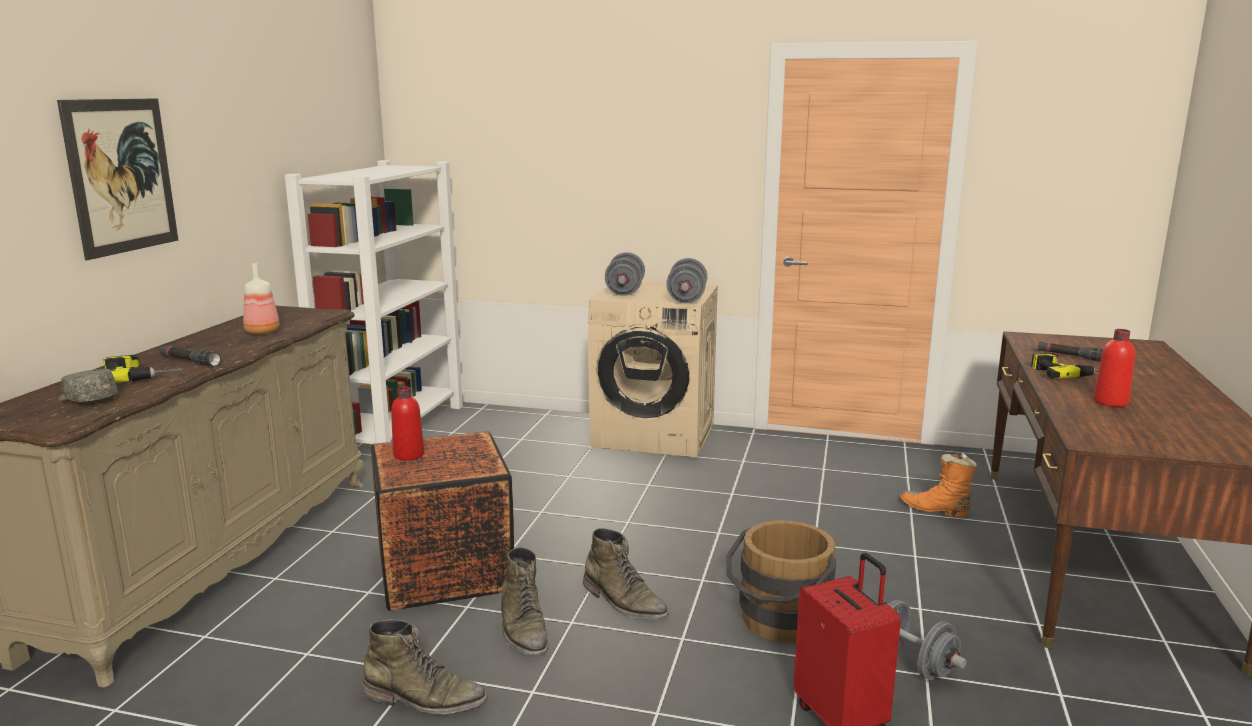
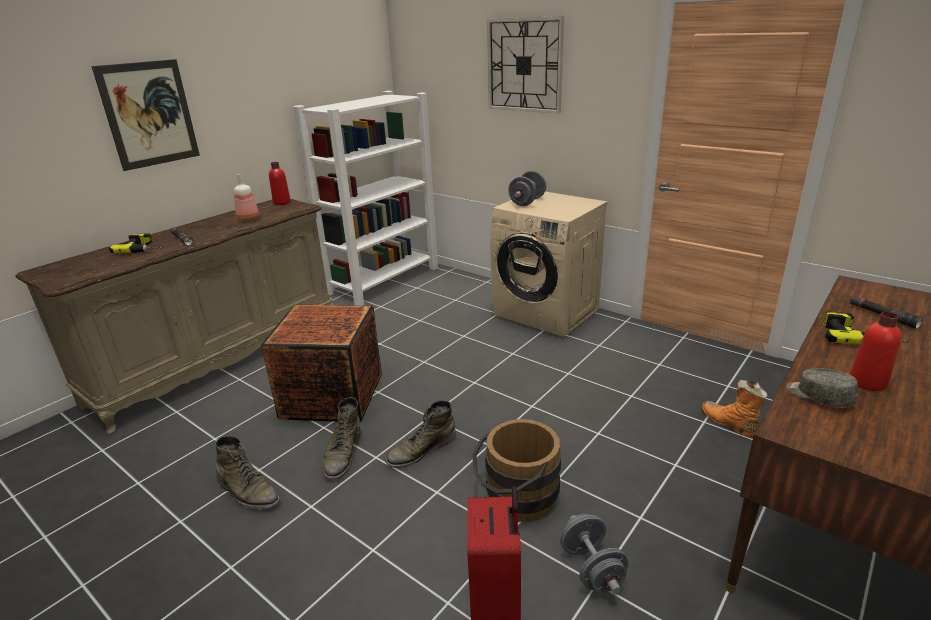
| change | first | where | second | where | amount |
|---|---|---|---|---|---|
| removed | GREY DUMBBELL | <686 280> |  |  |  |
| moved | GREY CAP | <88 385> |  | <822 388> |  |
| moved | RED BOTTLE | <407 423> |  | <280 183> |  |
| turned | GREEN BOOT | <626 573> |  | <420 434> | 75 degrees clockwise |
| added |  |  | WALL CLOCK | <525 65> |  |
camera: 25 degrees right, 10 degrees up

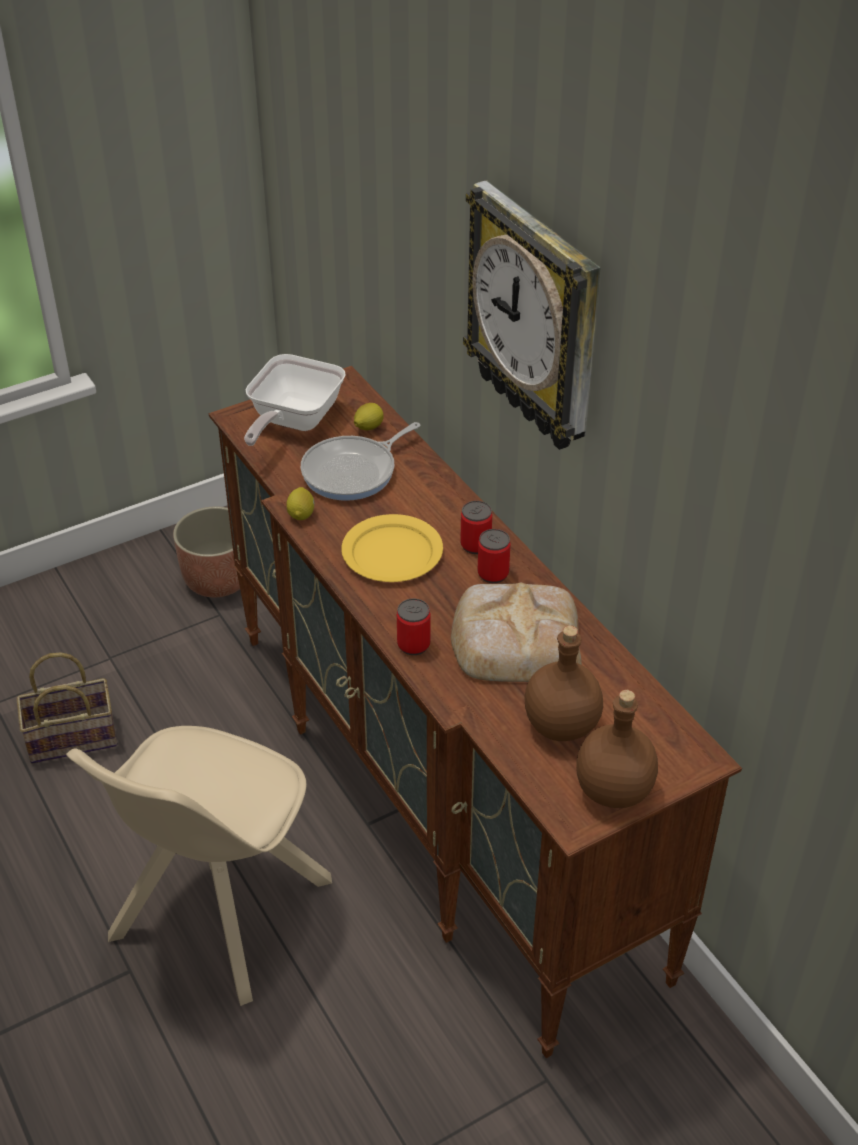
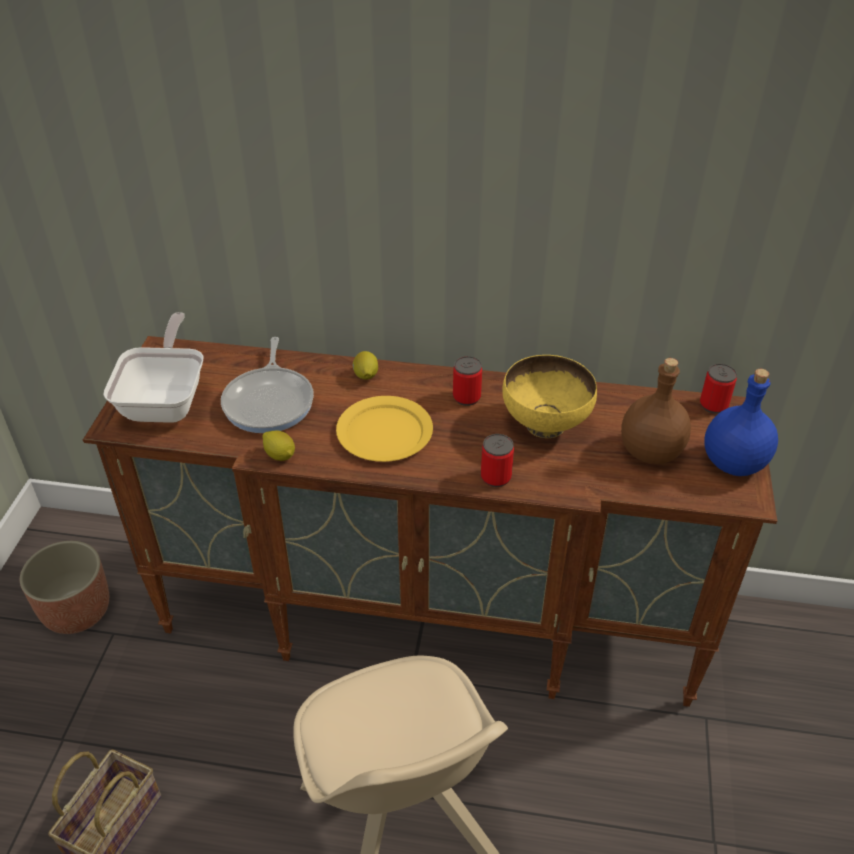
| change | first | where | second | where | amount |
|---|---|---|---|---|---|
| removed | WALL CLOCK | <532 315> |  |  |  |
| turned | FRYING PAN | <295 400> |  | <153 367> | 150 degrees counterclockwise |
| moved | LEMON | <369 416> |  | <365 365> |  |
| moved | CAN | <476 527> |  | <718 389> |  |
| replaced | BREAD | <516 632> | YELLOW BOWL | <549 396> |  |
| recoloured | BROWN BOTTLE | <617 749> | BLUE BOTTLE | <741 422> |  |
camera: 50 degrees left, 0 degrees up

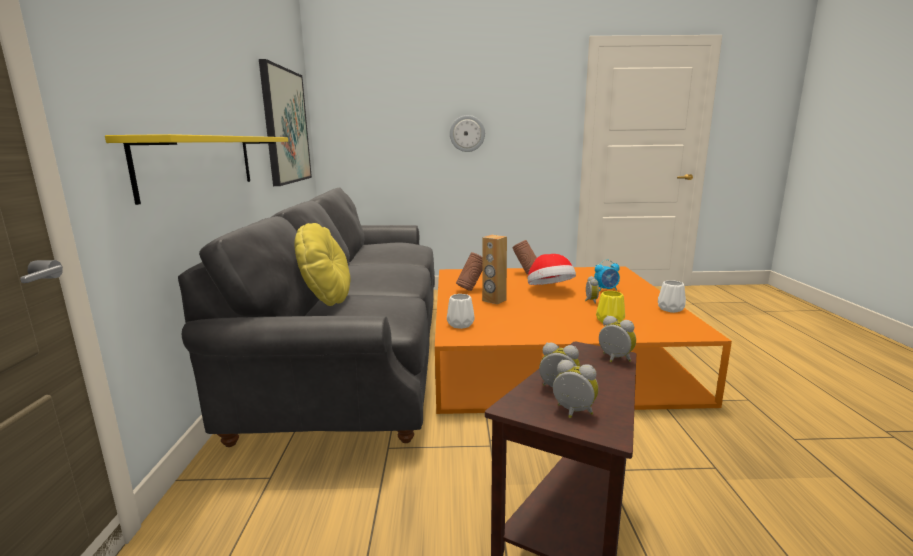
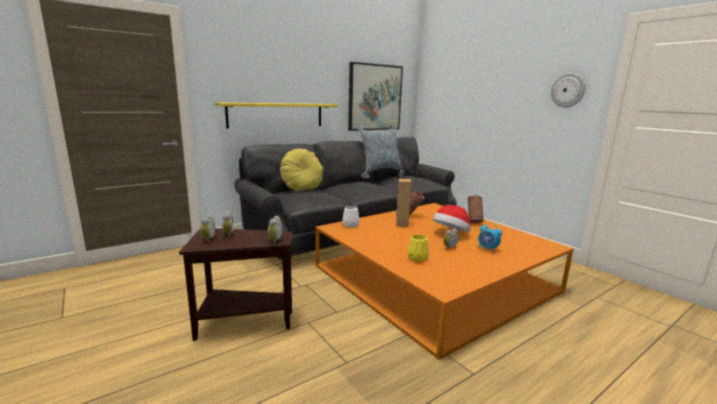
| change | first | where | second | where | amount |
|---|---|---|---|---|---|
| moved | WALL CLOCK | <467 133> |  | <568 90> |  |
| removed | WHITE VASE | <672 296> |  |  |  |
| added |  |  | PILLOW | <380 151> |  |
camera: 55 degrees right, 0 degrees up

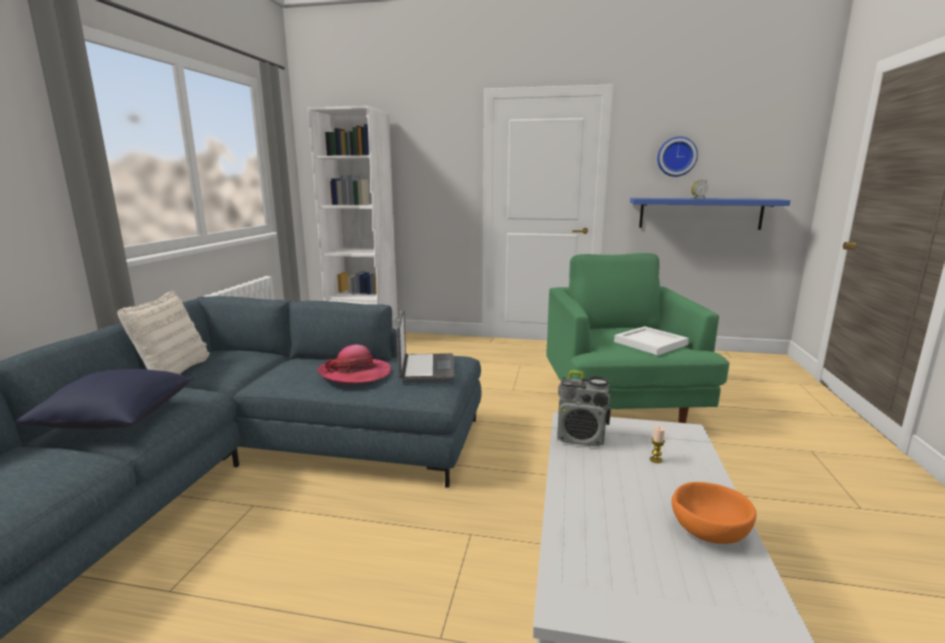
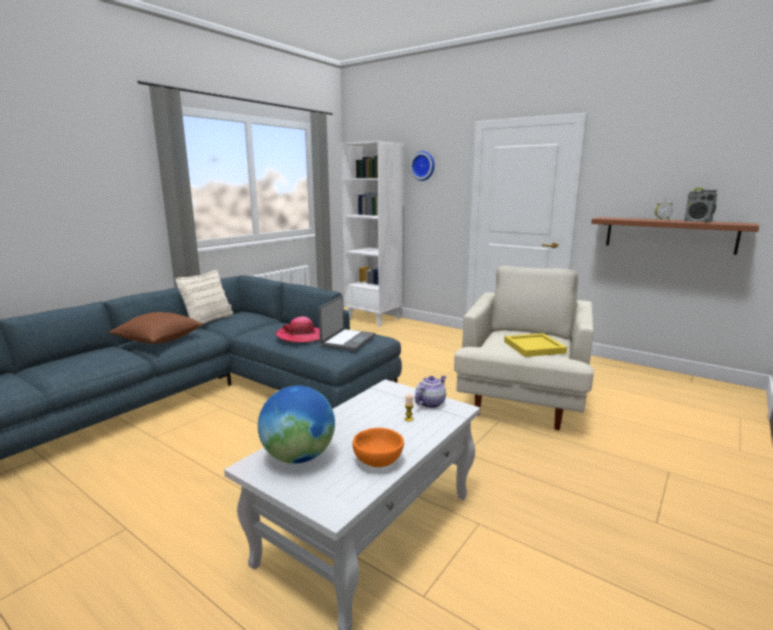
| change | first | where | second | where | amount |
|---|---|---|---|---|---|
| moved | WALL CLOCK | <677 157> |  | <422 166> |  |
| recoloured | BLUE SHELF | <710 214> | BROWN SHELF | <675 236> |  |
| recoloured | GREEN ARMCHAIR | <637 338> | BEIGE ARMCHAIR | <524 348> |  |
| recoloured | WHITE TRAY | <651 340> | YELLOW TRAY | <535 345> |  |
| recoloured | BLUE PILLOW | <104 399> | BROWN PILLOW | <156 328> |  |
| moved | RADIO | <584 408> |  | <700 205> |  |
| added |  |  | TEAPOT | <430 392> |  |
| added |  |  | GLOBE | <296 425> |  |
camera: 25 degrees right, 0 degrees up

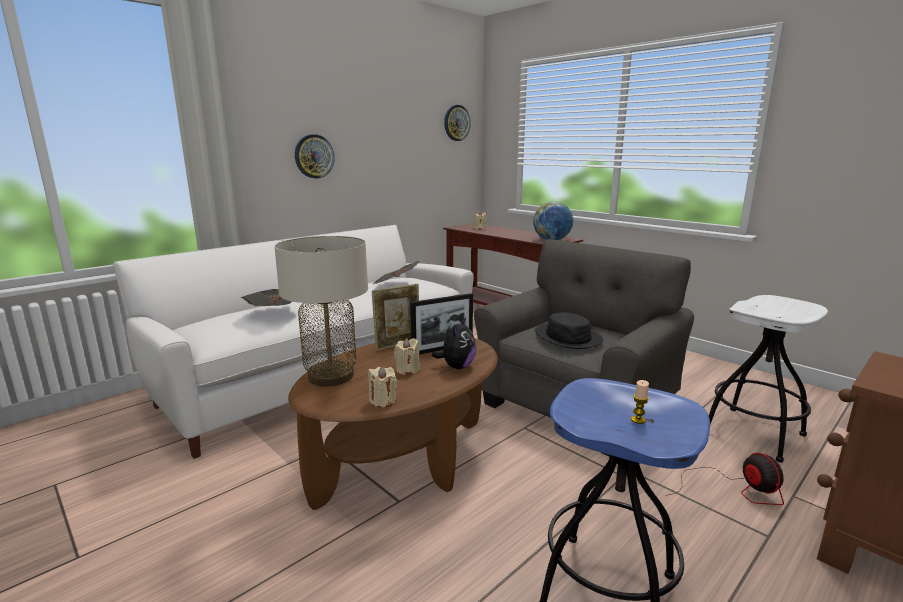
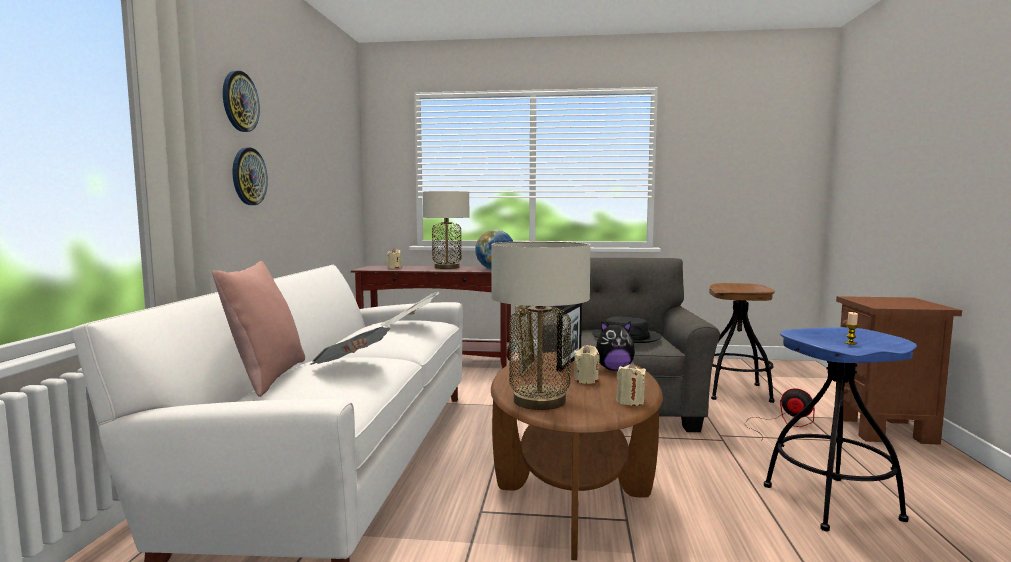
| change | first | where | second | where | amount |
|---|---|---|---|---|---|
| moved | WALL CLOCK | <457 123> |  | <241 101> |  |
| recoloured | WHITE STOOL | <768 378> | BROWN STOOL | <742 343> |  |
| turned | PLUSH TOY | <453 343> |  | <615 345> | 105 degrees clockwise |
| added |  |  | TABLE LAMP | <446 230> |  |
| added |  |  | PINK PILLOW | <258 329> |  |
camera: 40 degrees left, 10 degrees down

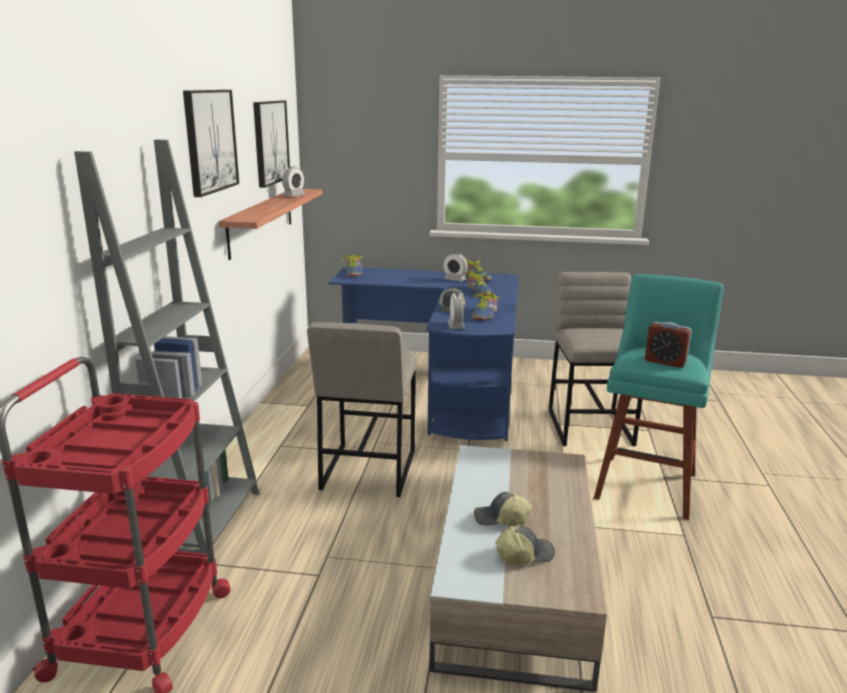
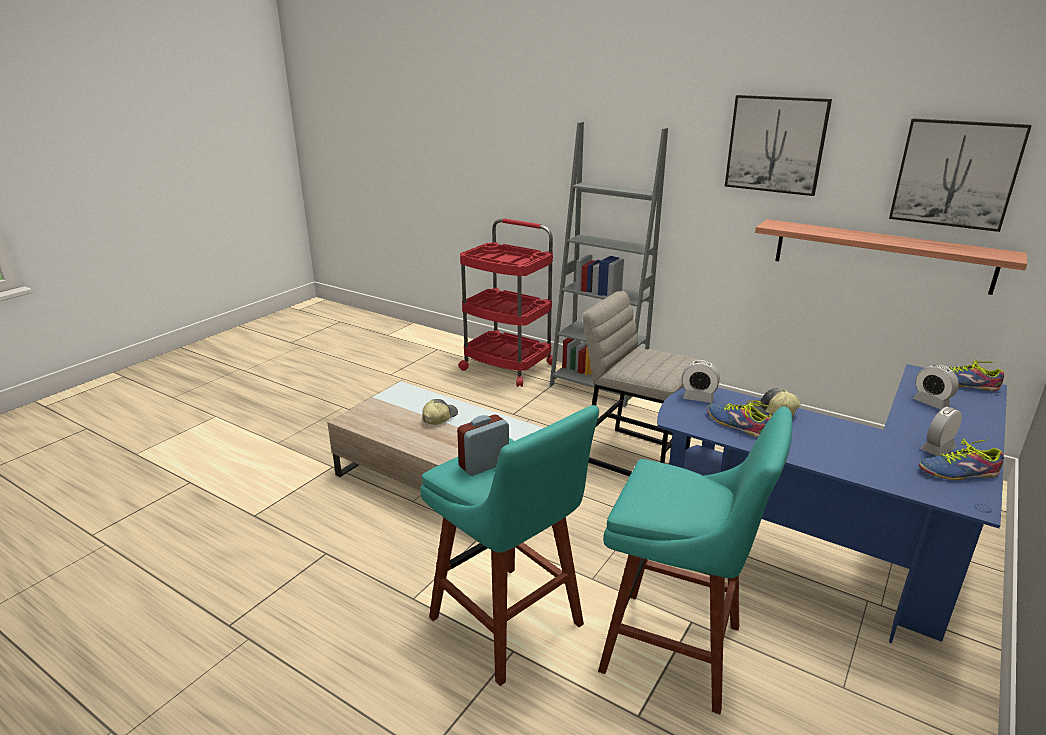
| change | first | where | second | where | amount |
|---|---|---|---|---|---|
| moved | ALARM CLOCK | <293 182> |  | <936 387> |  |
| removed | SHOE | <478 283> |  |  |  |
| replaced | GREY CHAIR | <595 359> | TURQUOISE STOOL | <695 560> |  |
| removed | CAP | <525 545> |  |  |  |
camera: 115 degrees right, 5 degrees up

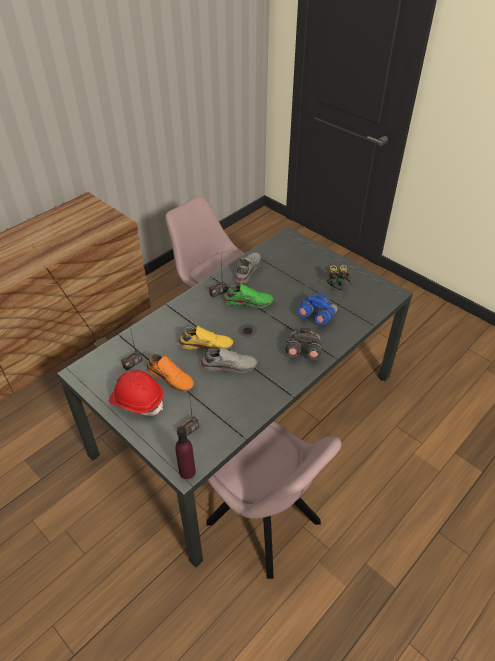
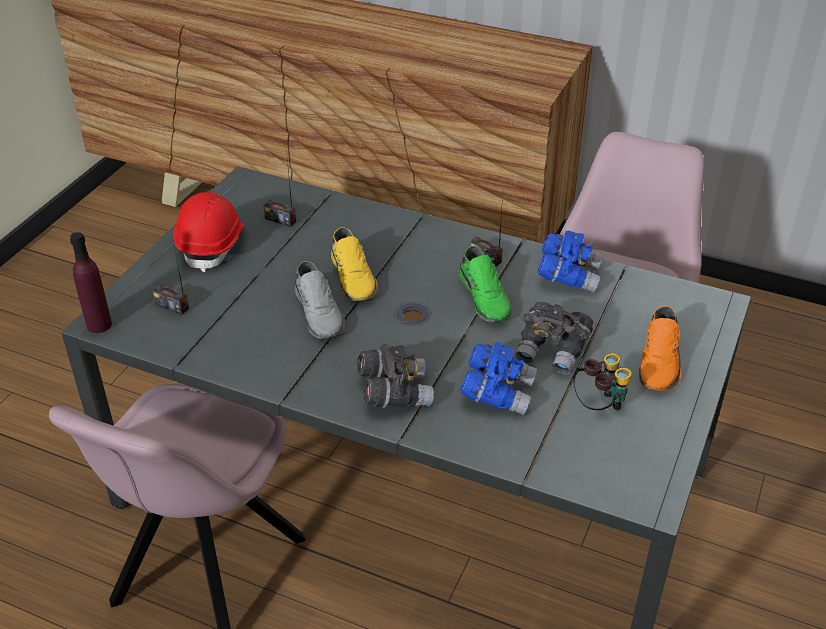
| change | first | where | second | where | amount |
|---|---|---|---|---|---|
| replaced | GREY SHOE | <247 267> | BLUE BINOCULARS | <570 261> |  |
| moved | ORANGE SHOE | <170 372> |  | <660 348> |  |
| added |  |  | GREY BINOCULARS | <554 337> |  |
camera: 70 degrees right, 5 degrees down

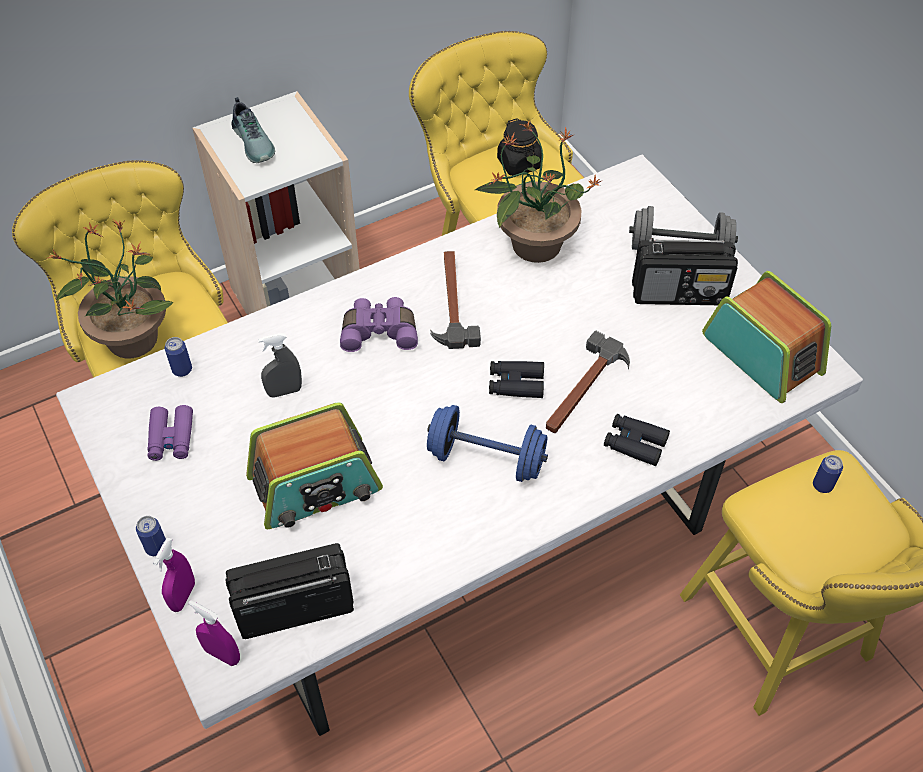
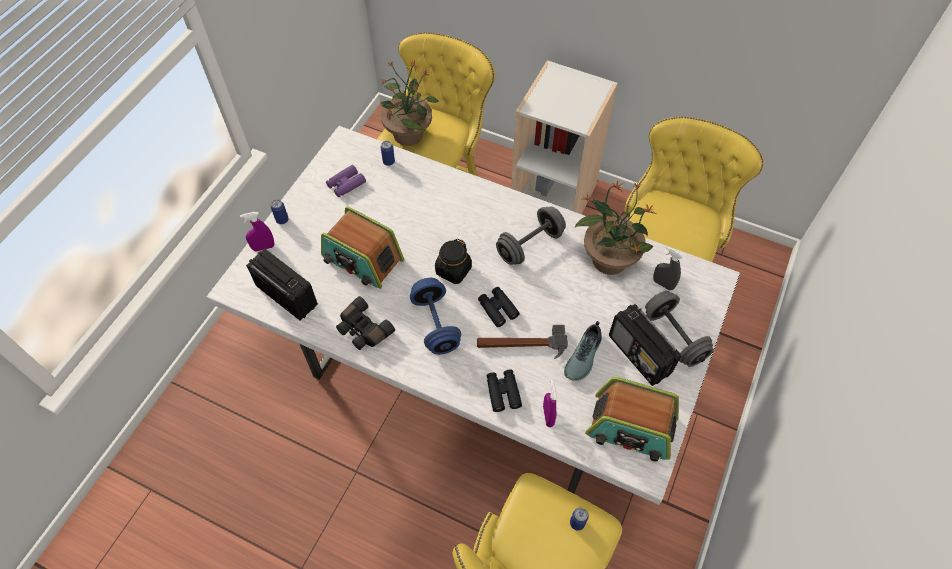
| change | first | where | second | where | amount |
|---|---|---|---|---|---|
| moved | SHOE | <253 130> |  | <583 351> |  |
| moved | BLACK JAR | <519 147> |  | <453 261> |  |
| replaced | HAMMER | <455 300> | GREY DUMBBELL | <531 236> |  |
| turned | RADIO | <766 337> |  | <632 419> | 90 degrees clockwise |
| removed | PURPLE BINOCULARS | <379 324> |  |  |  |
| moved | GREY SPRAY BOTTLE | <280 365> |  | <668 268> |  |
| moved | PURPLE SPRAY BOTTLE | <214 633> |  | <550 403> |  |
| added |  |  | BLACK BINOCULARS | <365 323> |  |
camera: 55 degrees right, 5 degrees up

